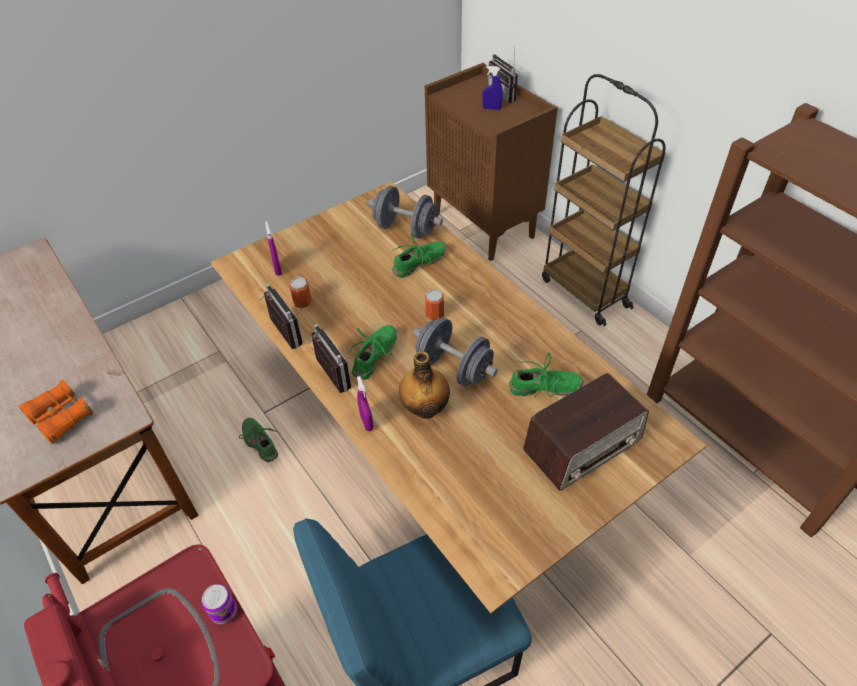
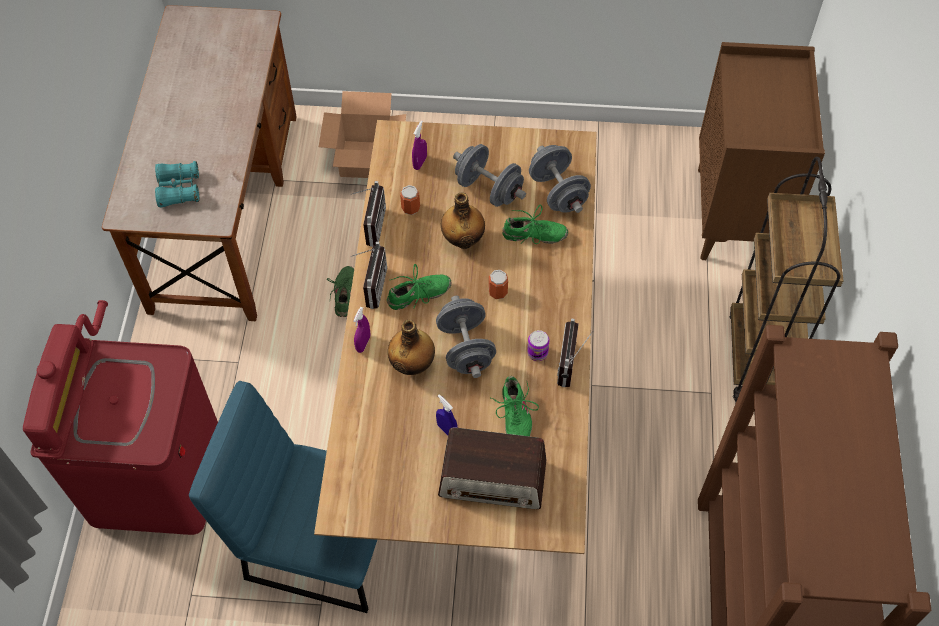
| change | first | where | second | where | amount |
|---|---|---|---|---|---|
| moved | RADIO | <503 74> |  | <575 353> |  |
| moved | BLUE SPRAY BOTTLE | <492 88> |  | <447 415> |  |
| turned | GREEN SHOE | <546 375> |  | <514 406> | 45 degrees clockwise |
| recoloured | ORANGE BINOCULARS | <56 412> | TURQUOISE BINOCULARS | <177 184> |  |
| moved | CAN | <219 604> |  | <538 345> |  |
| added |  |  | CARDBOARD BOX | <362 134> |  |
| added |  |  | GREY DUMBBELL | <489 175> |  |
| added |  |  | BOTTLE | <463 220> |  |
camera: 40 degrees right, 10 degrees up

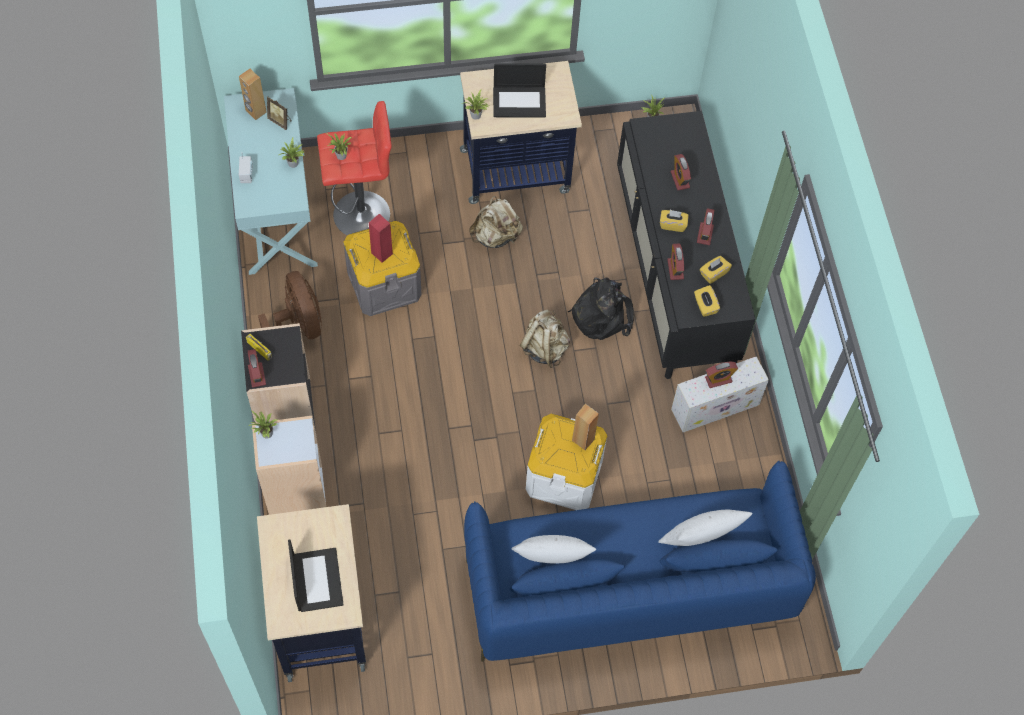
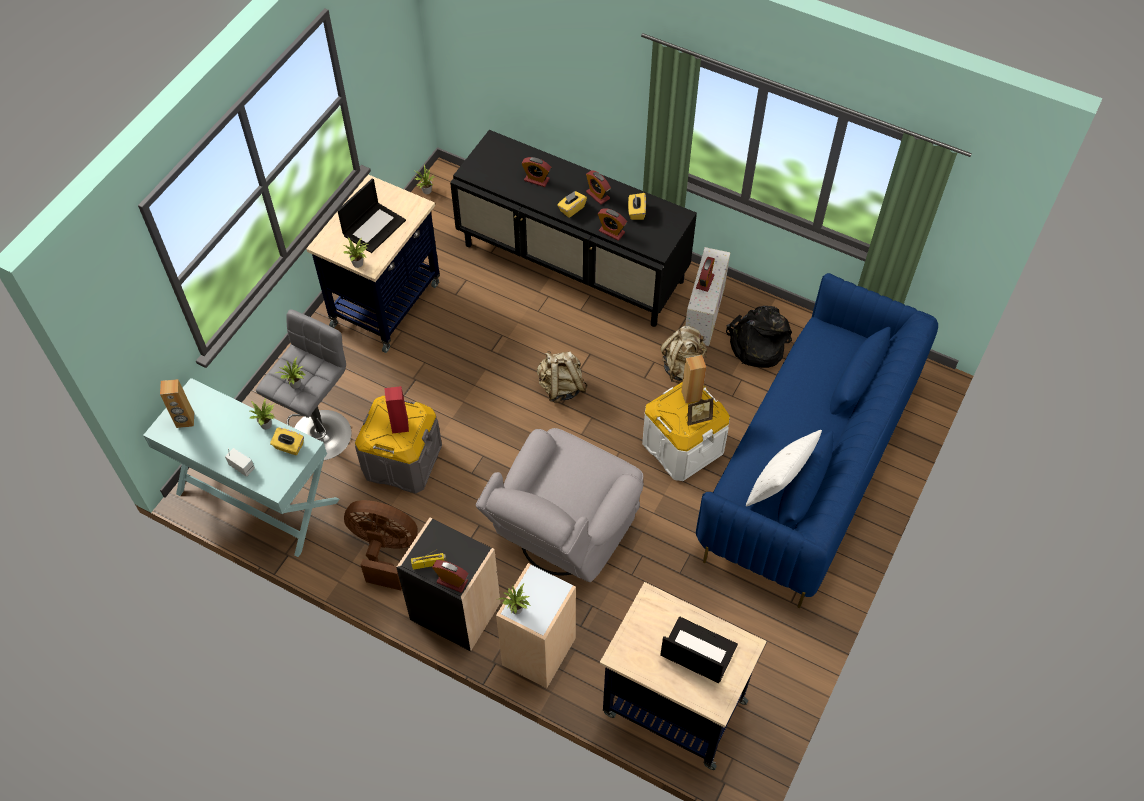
| change | first | where | second | where | amount |
|---|---|---|---|---|---|
| moved | PICTURE FRAME | <279 113> |  | <701 412> |  |
| recoloured | RED STOOL | <354 168> | GREY STOOL | <304 384> |  |
| moved | BEIGE BACKPACK | <496 222> |  | <684 354> |  |
| moved | BLACK BACKPACK | <601 308> |  | <759 337> |  |
| moved | YELLOW TISSUE BOX | <707 301> |  | <287 441> |  |
| removed | WHITE PILLOW | <705 528> |  |  |  |
| added |  |  | GREY ARMCHAIR | <559 505> |  |
camera: 50 degrees left, 5 degrees down

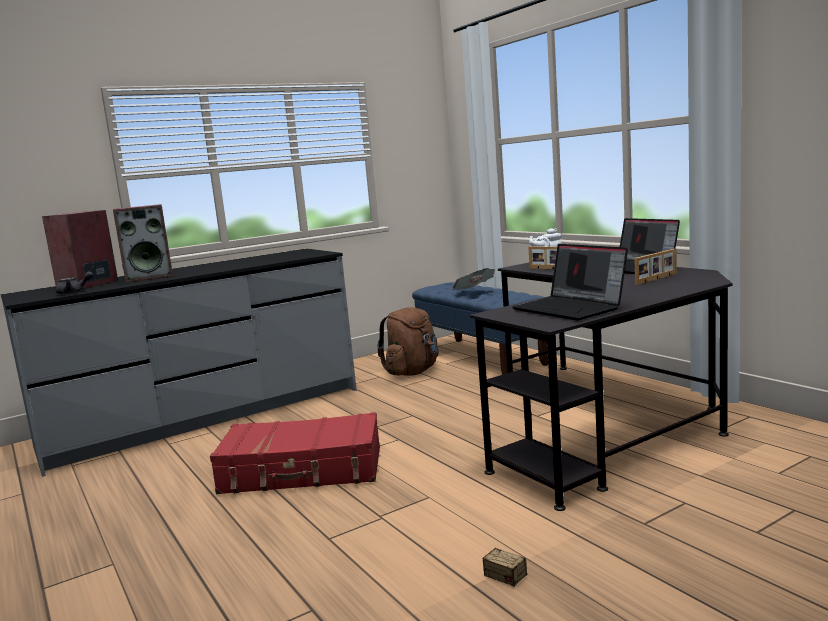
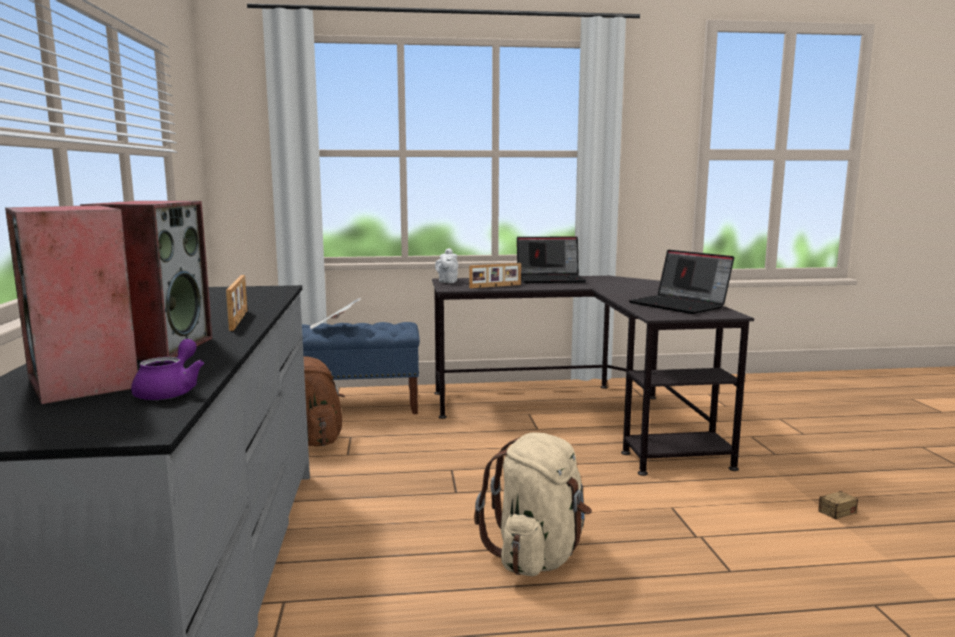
| change | first | where | second | where | amount |
|---|---|---|---|---|---|
| turned | LAPTOP | <570 282> |  | <681 282> | 60 degrees clockwise |
| moved | PICTURE FRAME | <655 267> |  | <237 303> |  |
| recoloured | GREY TEAPOT | <75 283> | PURPLE TEAPOT | <167 369> |  |
| replaced | RED SUITCASE | <295 453> | BEIGE BACKPACK | <533 504> |  |
camera: 65 degrees left, 0 degrees up

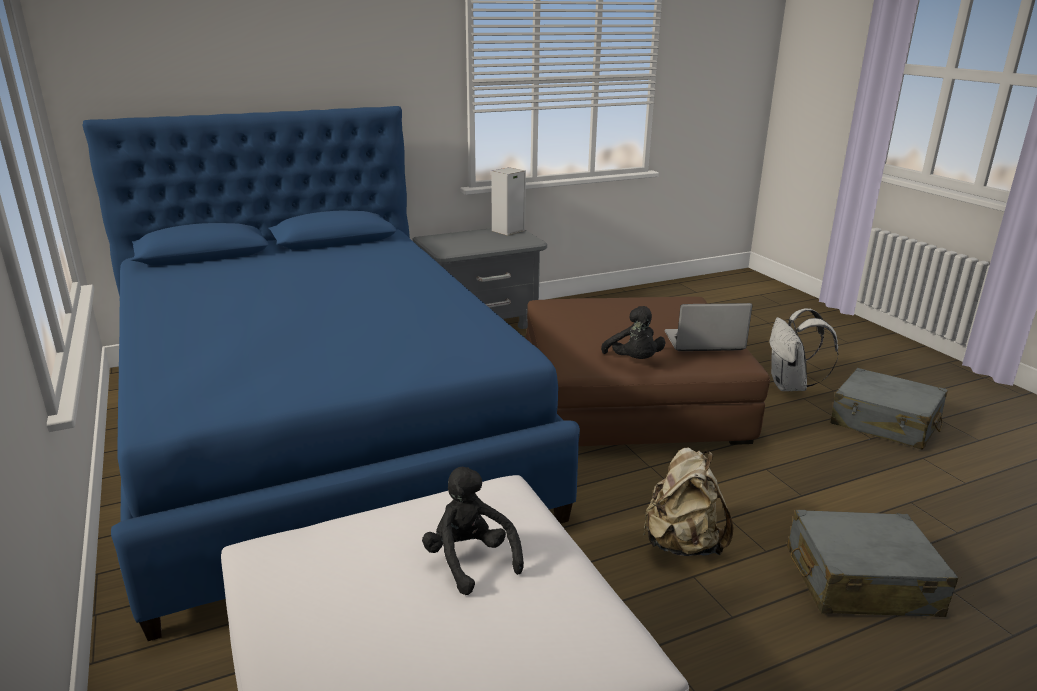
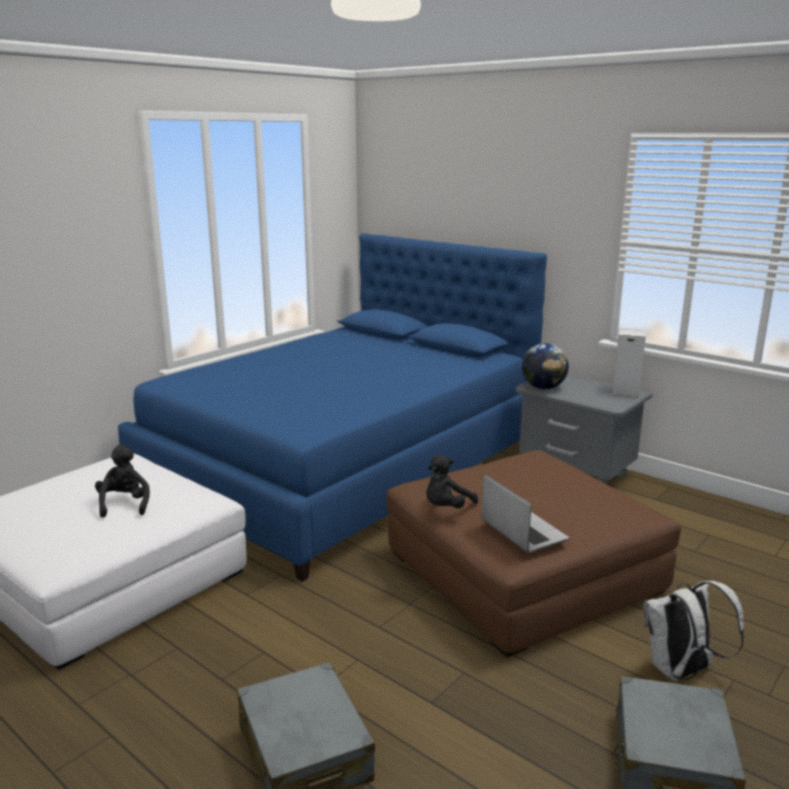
| change | first | where | second | where | amount |
|---|---|---|---|---|---|
| removed | BEIGE BACKPACK | <688 501> |  |  |  |
| turned | BLACK PLUSH TOY | <473 531> |  | <122 481> | 45 degrees counterclockwise |
| added |  |  | GLOBE | <545 366> |  |
camera: 65 degrees right, 5 degrees down

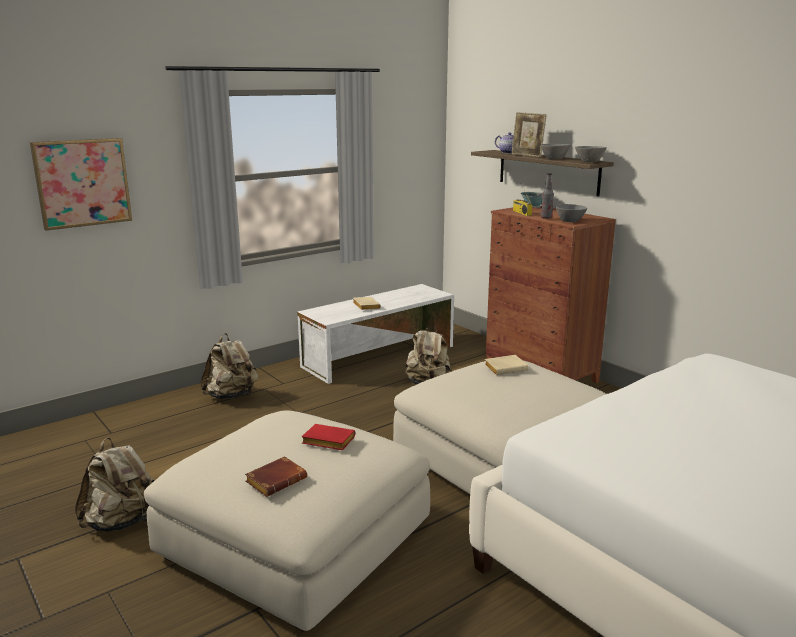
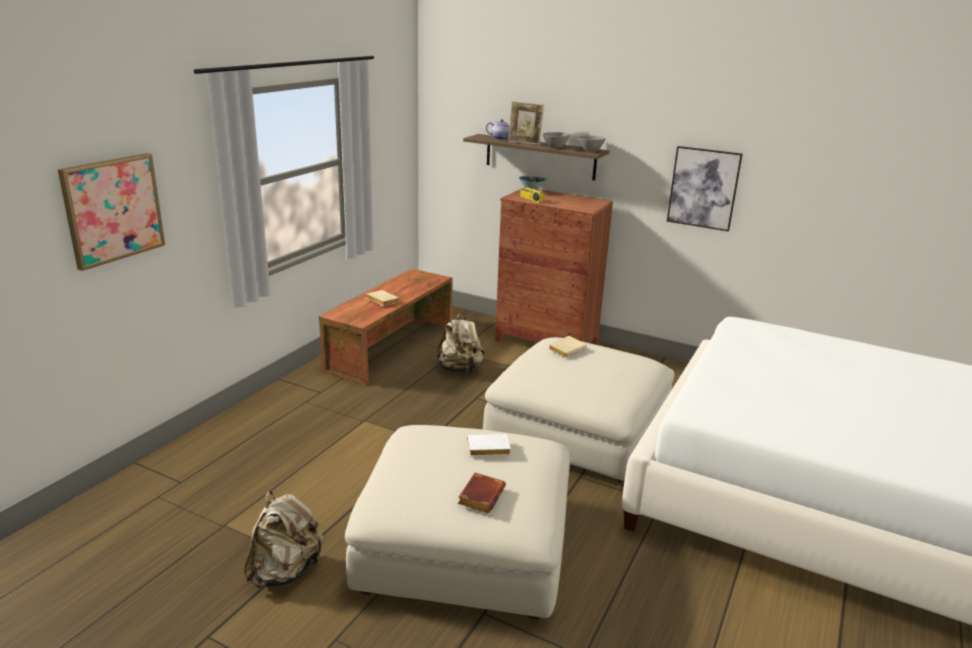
| change | first | where | second | where | amount |
|---|---|---|---|---|---|
| removed | BOTTLE | <547 196> |  |  |  |
| removed | GREY BOWL | <571 213> |  |  |  |
| recoloured | WHITE BENCH | <375 334> | BROWN BENCH | <386 327> |  |
| removed | BEIGE BACKPACK | <229 366> |  |  |  |
| recoloured | RED BOOK | <328 437> | WHITE BOOK | <489 445> |  |
| added |  |  | PICTURE | <705 188> |  |
camera: 25 degrees left, 5 degrees up

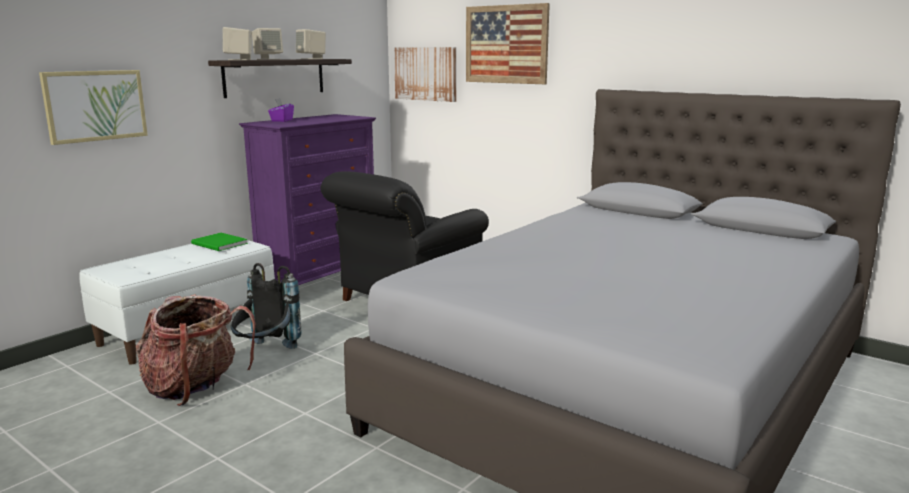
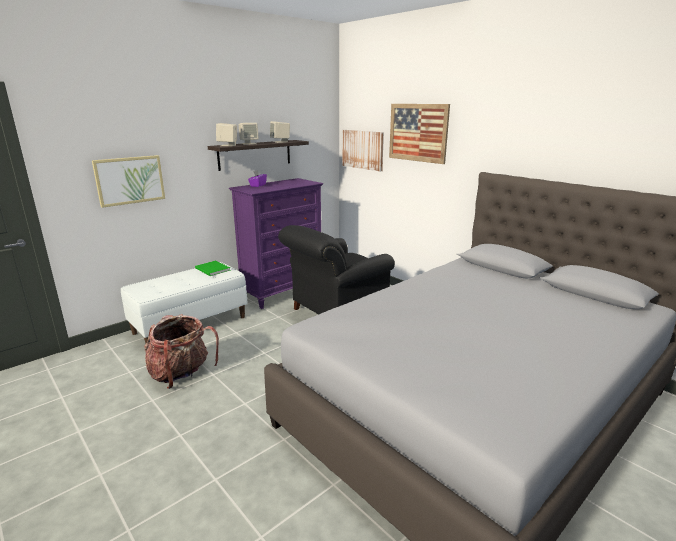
| change | first | where | second | where | amount |
|---|---|---|---|---|---|
| removed | BLACK BACKPACK | <266 306> |  |  |  |
camera: 10 degrees right, 5 degrees up

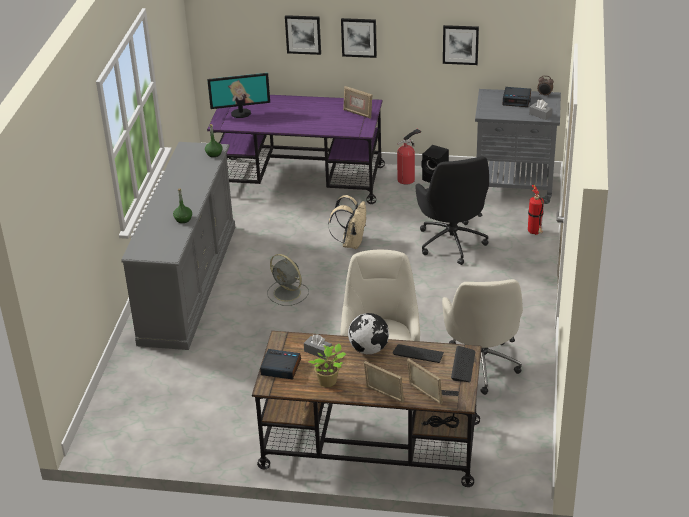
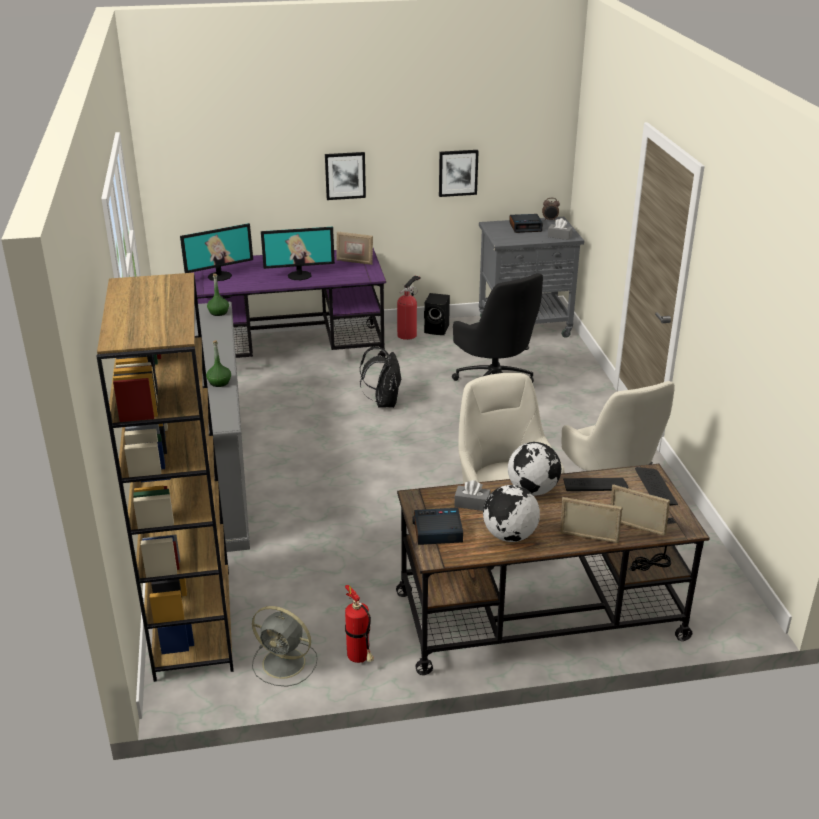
| change | first | where | second | where | amount |
|---|---|---|---|---|---|
| removed | PICTURE | <303 35> |  |  |  |
| moved | FIRE EXTINGUISHER | <536 210> |  | <359 624> |  |
| recoloured | BEIGE BACKPACK | <347 222> | BLACK BACKPACK | <381 377> |  |
| moved | GREY FAN | <288 280> |  | <285 646> |  |
| replaced | POTTED PLANT | <327 365> | GLOBE | <511 513> |  |
| added |  |  | MONITOR | <298 253> |  |
| added |  |  | BROWN BOOKCASE | <165 477> |  |
camera: 20 degrees left, 5 degrees down

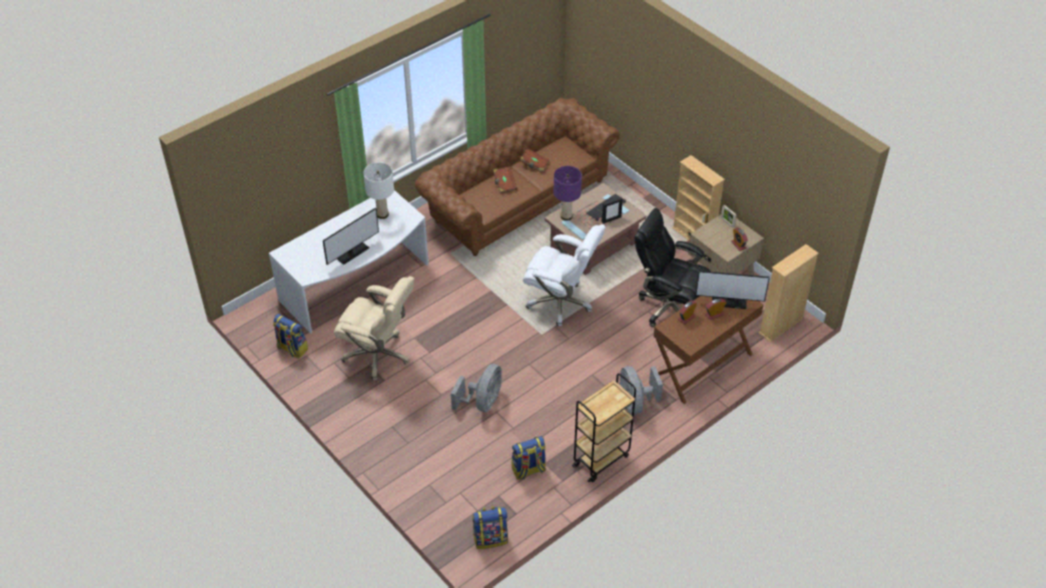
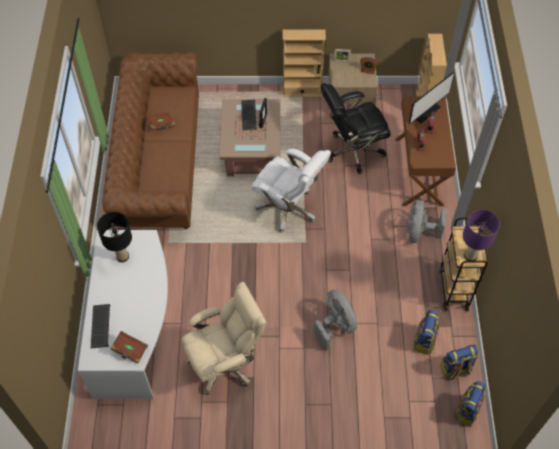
| change | first | where | second | where | amount |
|---|---|---|---|---|---|
| recoloured | WHITE TABLE LAMP | <378 190> | BLACK TABLE LAMP | <114 237> |  |
| moved | BROWN BOOK | <505 180> |  | <129 347> |  |
| moved | PURPLE TABLE LAMP | <568 193> |  | <481 235> |  |
| removed | MONITOR | <351 236> |  |  |  |
| turned | WHITE OFFICE CHAIR | <564 275> |  | <291 190> | 60 degrees clockwise |
| moved | BACKPACK | <290 336> |  | <459 362> |  |
| turned | GREY FAN | <641 390> |  | <427 221> | 75 degrees clockwise |
| added |  |  | KEYBOARD | <100 326> |  |
camera: 50 degrees left, 10 degrees up

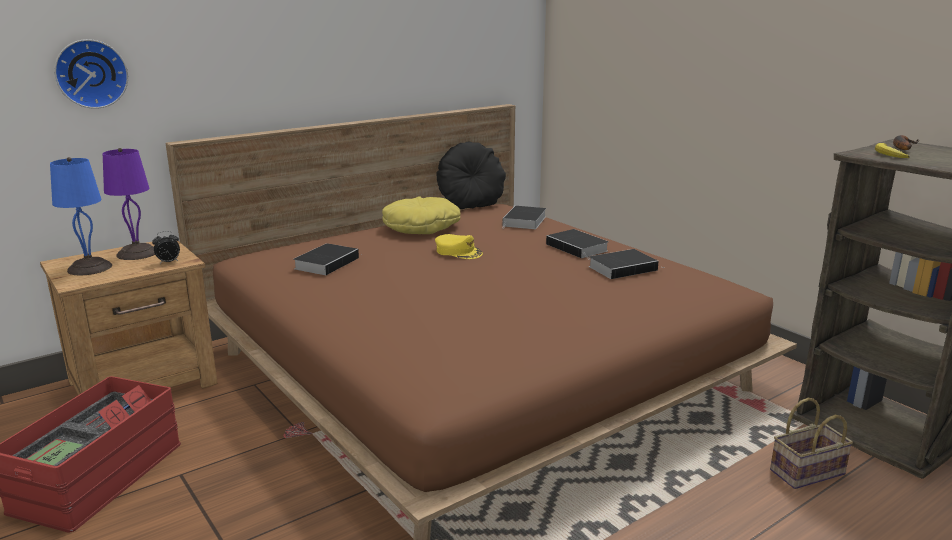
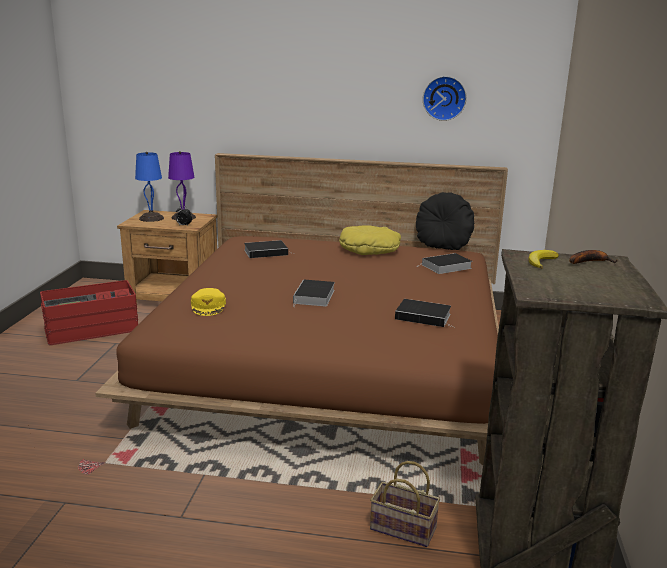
| change | first | where | second | where | amount |
|---|---|---|---|---|---|
| moved | WALL CLOCK | <91 74> |  | <445 98> |  |
| moved | BOOK | <577 244> |  | <314 293> |  |
| moved | YELLOW CAP | <459 246> |  | <208 302> |  |
camera: 45 degrees right, 0 degrees up

